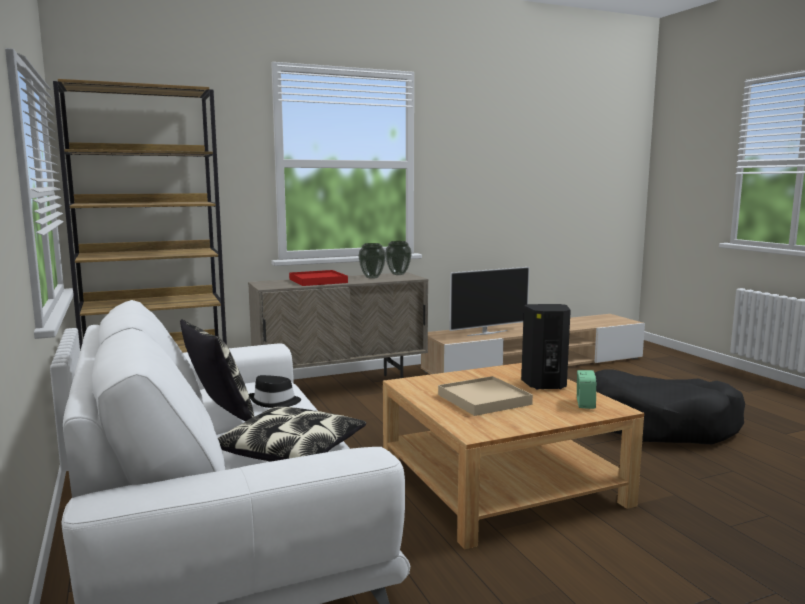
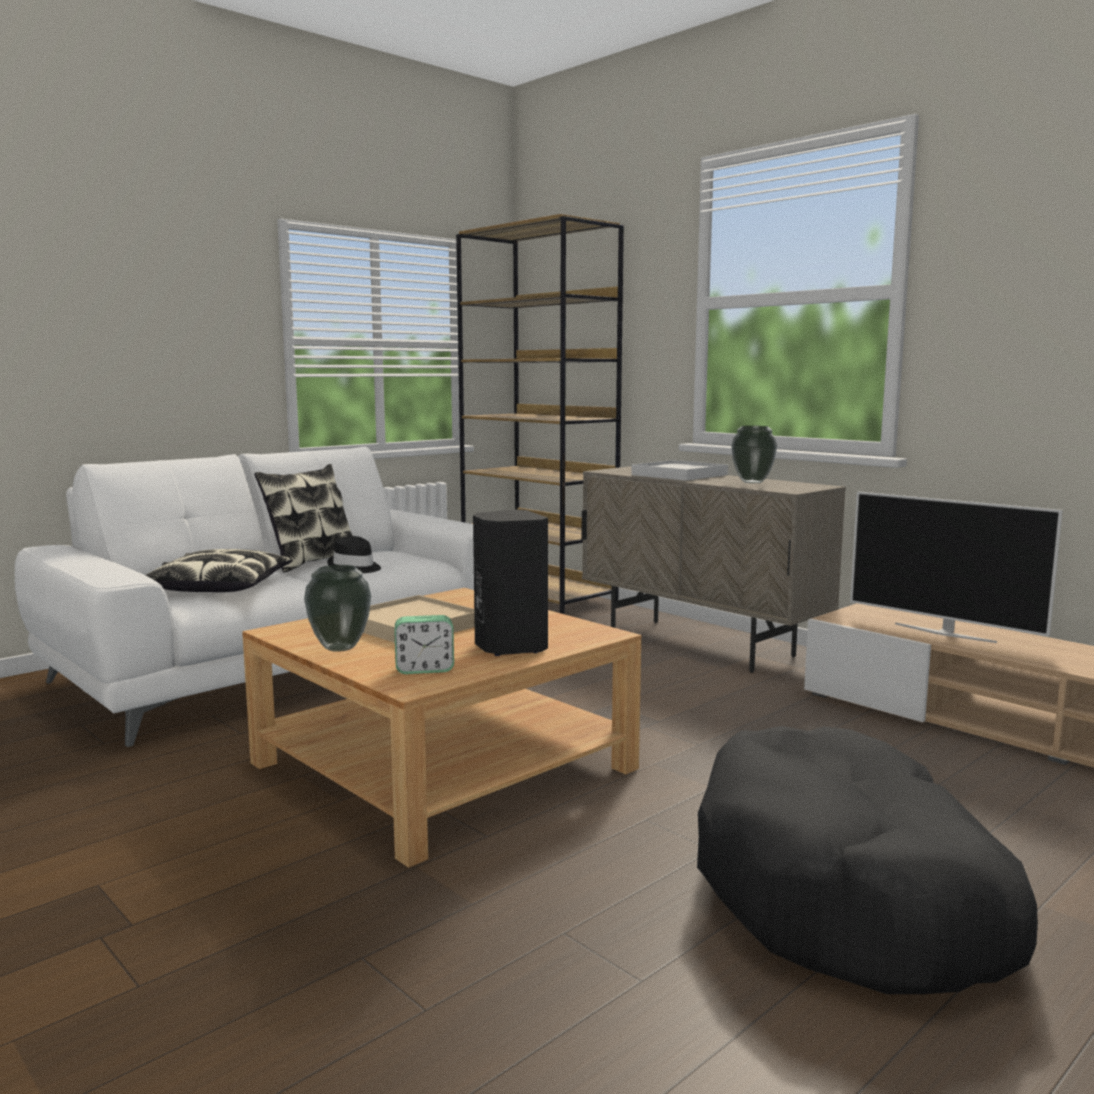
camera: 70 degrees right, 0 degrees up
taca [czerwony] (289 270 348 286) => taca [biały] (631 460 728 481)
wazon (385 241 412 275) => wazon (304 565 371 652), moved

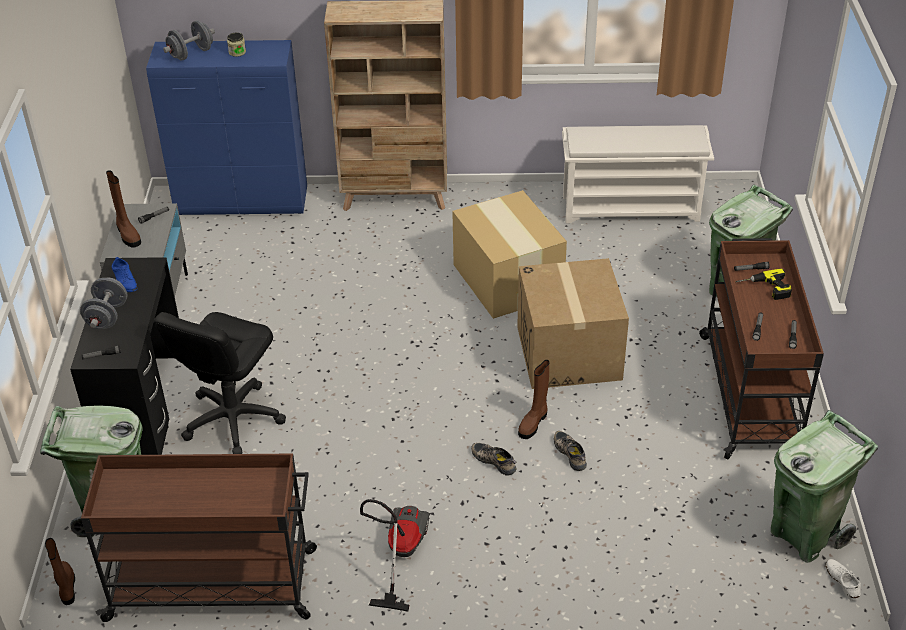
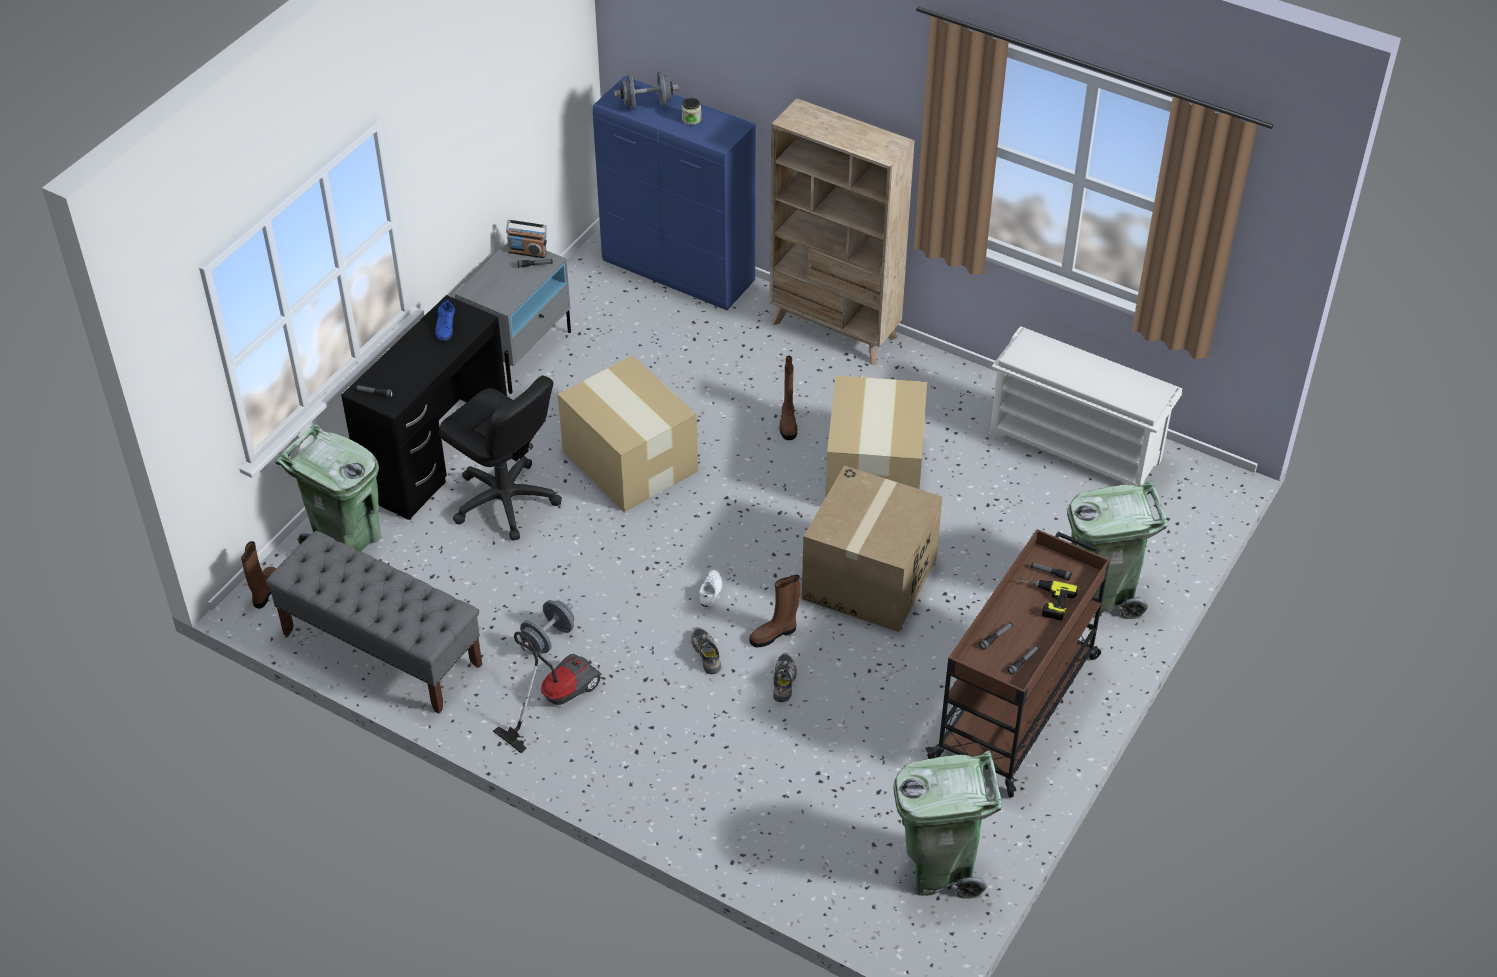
camera: 30 degrees right, 5 degrees up
hantel [szary] (80 278 128 329) => hantel [szary] (520 600 574 653), moved
wózek [brązowy] (81 454 317 622) => ławka [szary] (266 531 482 713)
but z cholewką [brązowy] (106 170 141 247) => but z cholewką [brązowy] (779 356 797 440), moved
krzesło biurowe [czarny] (154 312 286 454) => krzesło biurowe [czarny] (439 375 562 541), 105 degrees counterclockwise
but [biały] (825 559 861 601) => but [biały] (699 570 722 610), moved
nothing => radio (506 220 547 258)
nothing => karton (558 355 698 512)

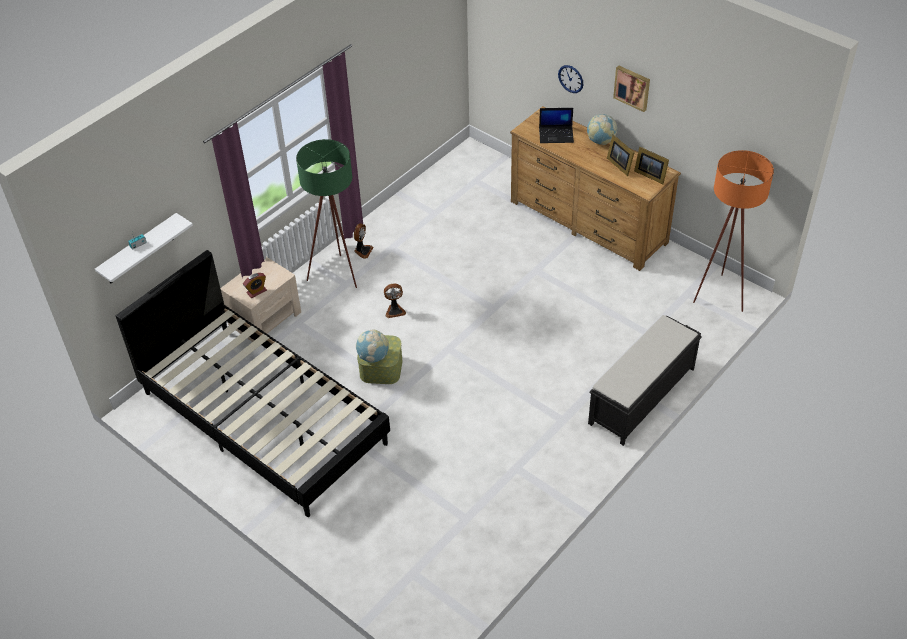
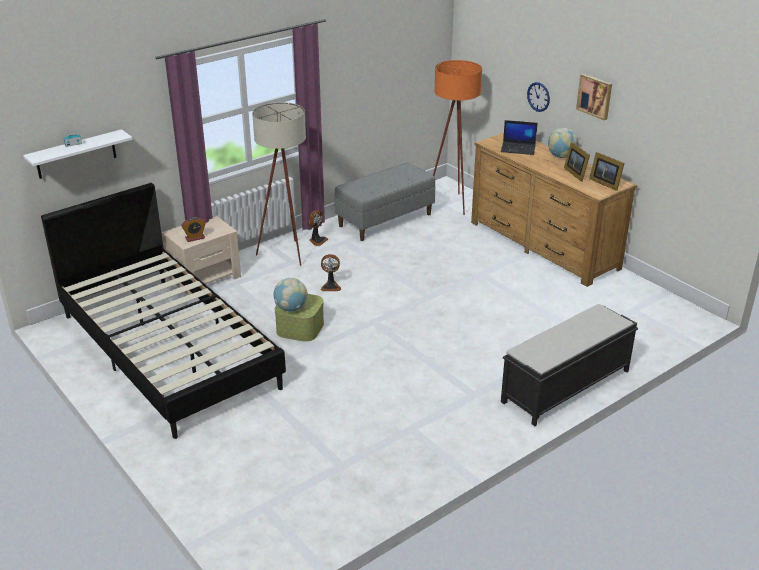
camera: 10 degrees right, 15 degrees down
lampa stojąca [zielony] (296 139 357 288) => lampa stojąca [beżowy] (252 102 306 266)
lampa stojąca [pomarańczowy] (693 150 774 312) => lampa stojąca [pomarańczowy] (433 60 482 215), moved
nothing => ławka [szary] (335 162 435 241)

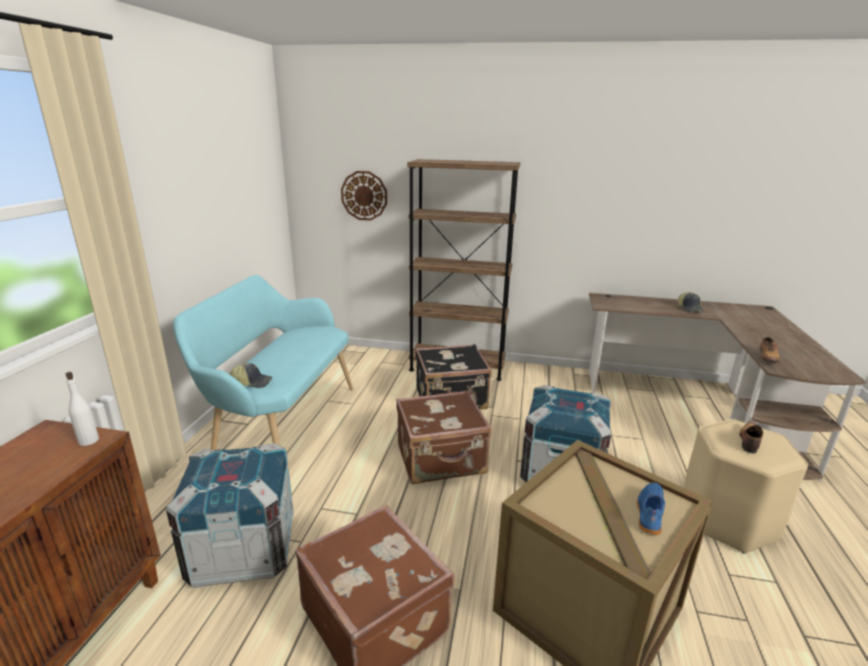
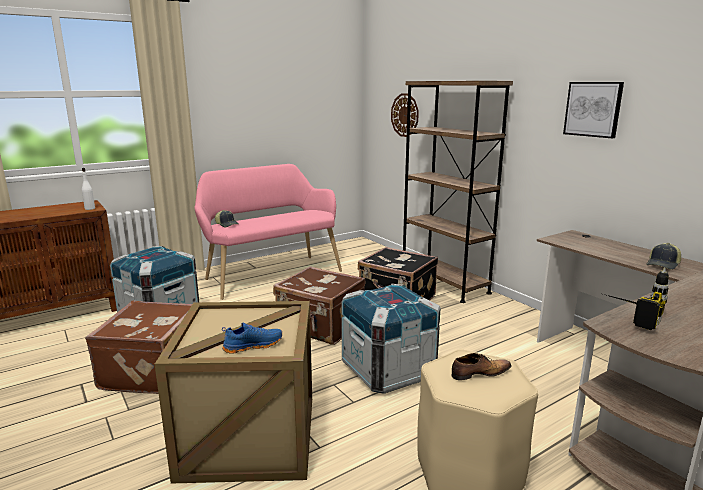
camera: 45 degrees right, 5 degrees down
ławka [turkusowy] (173 275 353 450) => ławka [różowy] (194 164 342 300)
but (760 337 780 364) => wiertarka (603 268 669 330)
nothing => obraz (563 82 624 139)

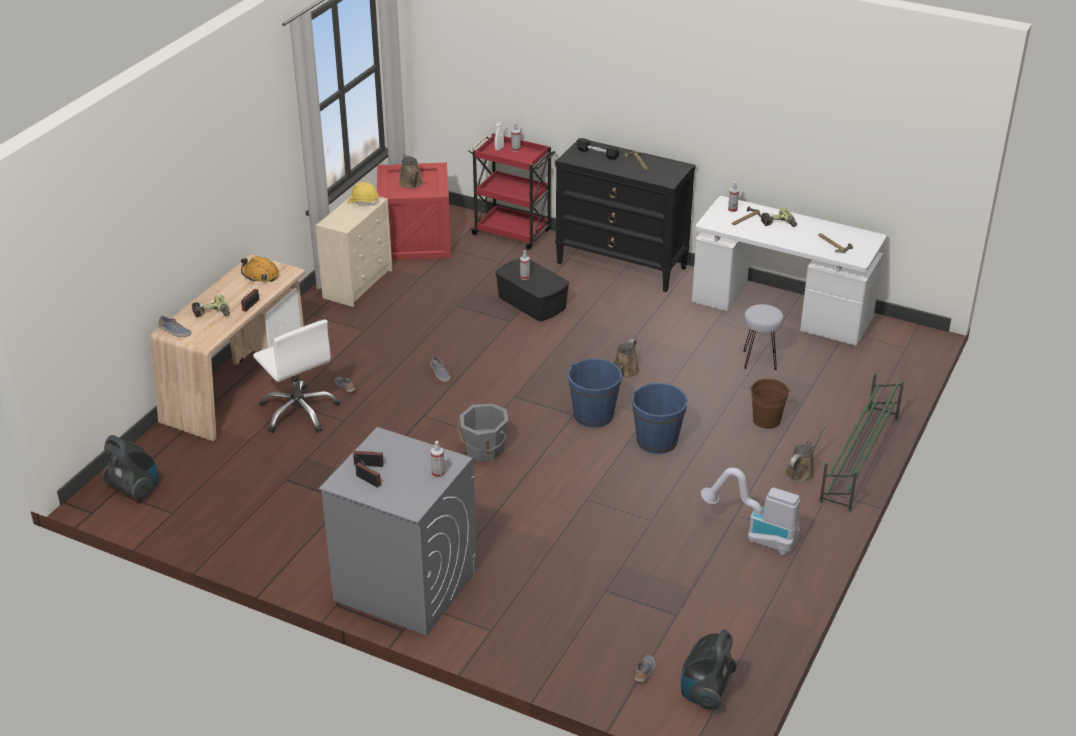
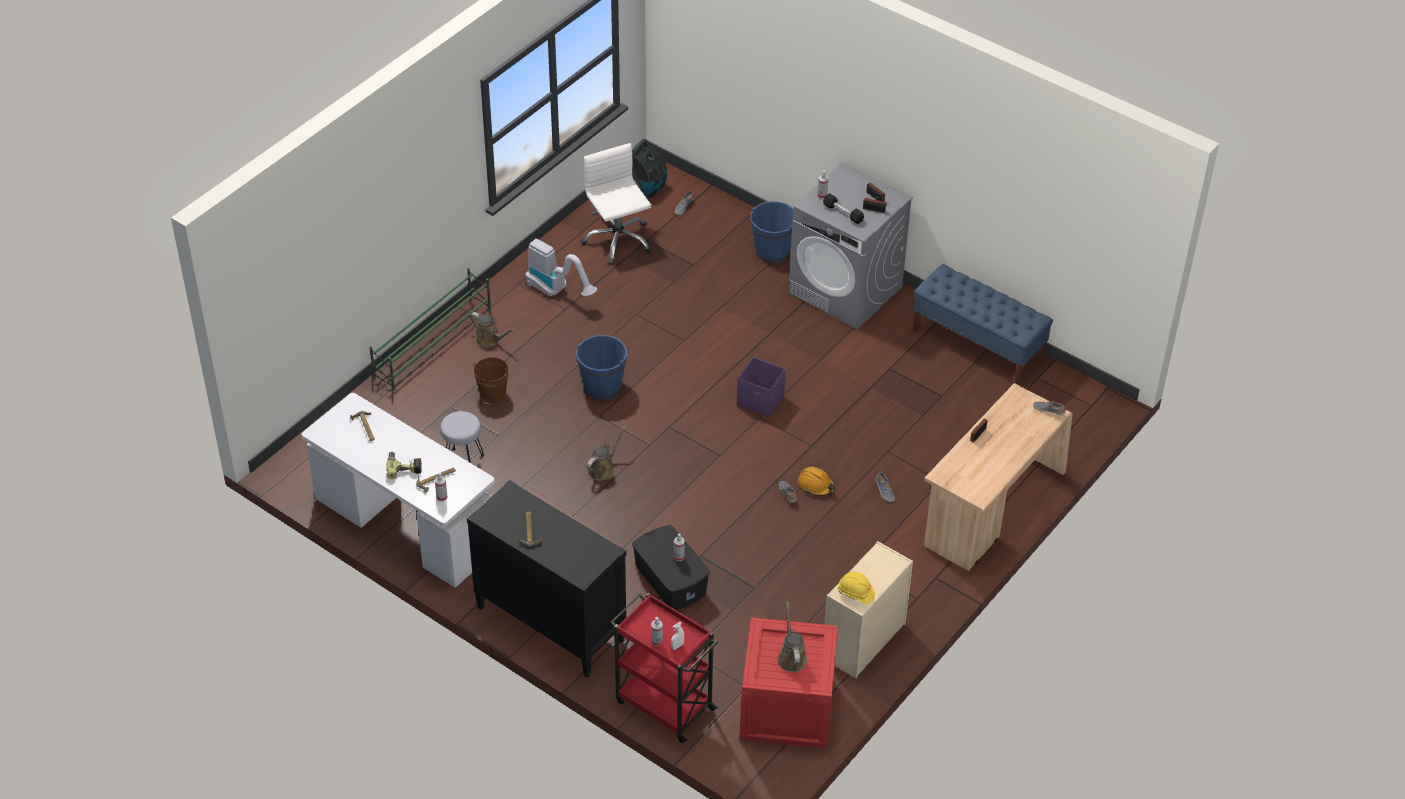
camera: 170 degrees left, 10 degrees up
odkurzacz (102 435 158 501) => nothing
wiertarka (192 295 230 317) => nothing
kask [pomarańczowy] (241 256 279 282) => kask [pomarańczowy] (798 466 835 496), moved
krzesło biurowe [biały] (253 320 340 433) => krzesło biurowe [biały] (581 143 652 265), moved
wiadro [szary] (458 404 508 461) => pojemnik do przechowywania [fioletowy] (737 357 786 417)
wiadro [niebieski] (568 358 622 428) => wiadro [niebieski] (750 201 793 263), moved
hantel [czarny] (577 138 619 160) => hantel [czarny] (823 193 864 224), moved
konewka [brązowy] (785 424 826 482) => konewka [brązowy] (470 312 515 347), 105 degrees counterclockwise
nothing => ławka [niebieski] (912 264 1053 386)

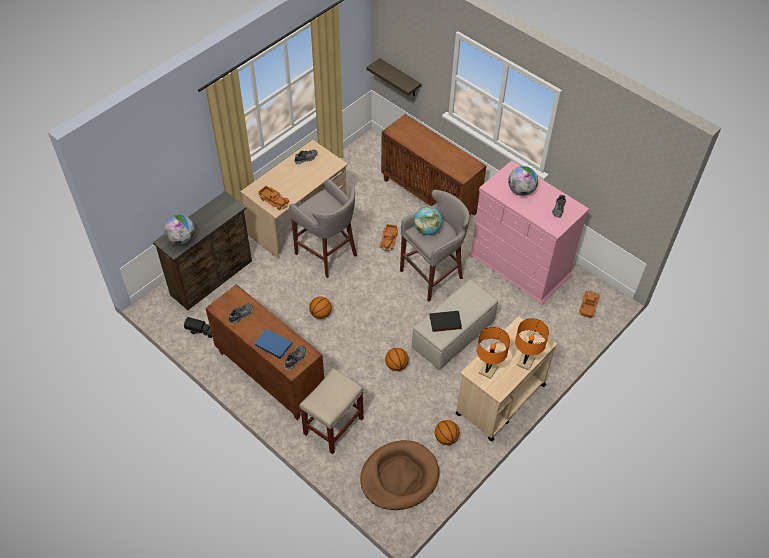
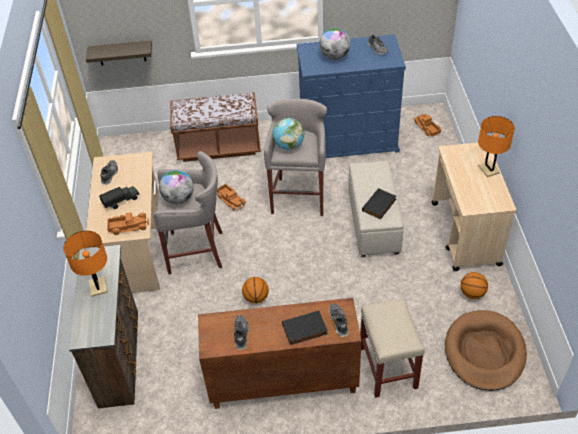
camera: 45 degrees left, 5 degrees down
globus (164 215 195 245) => globus (159 170 194 204), moved
ciężarówka zabawkowa (184 317 212 338) => ciężarówka zabawkowa (99 186 139 209), moved
książka [niebieski] (254 329 293 360) => książka [czarny] (282 311 328 345)
szafka [brązowy] (381 114 486 216) => ławka [brązowy] (170 92 261 162)
piłka do koszykówki (385 348 409 371) => nothing
komoda [różowy] (469 160 589 306) => komoda [niebieski] (297 34 406 158)
lampa stołowa [pomarańczowy] (477 327 510 379) => lampa stołowa [pomarańczowy] (63 231 108 296), moved

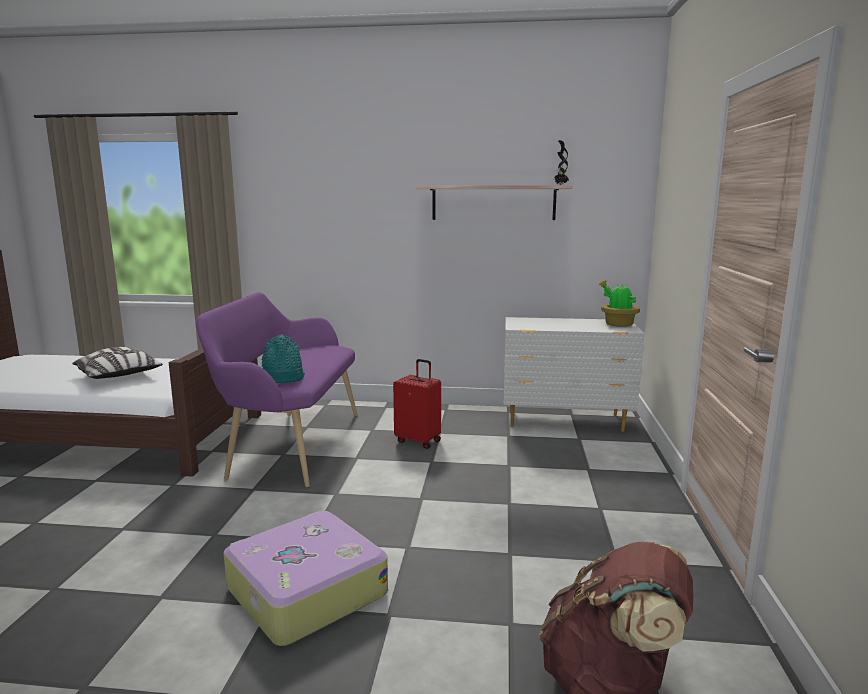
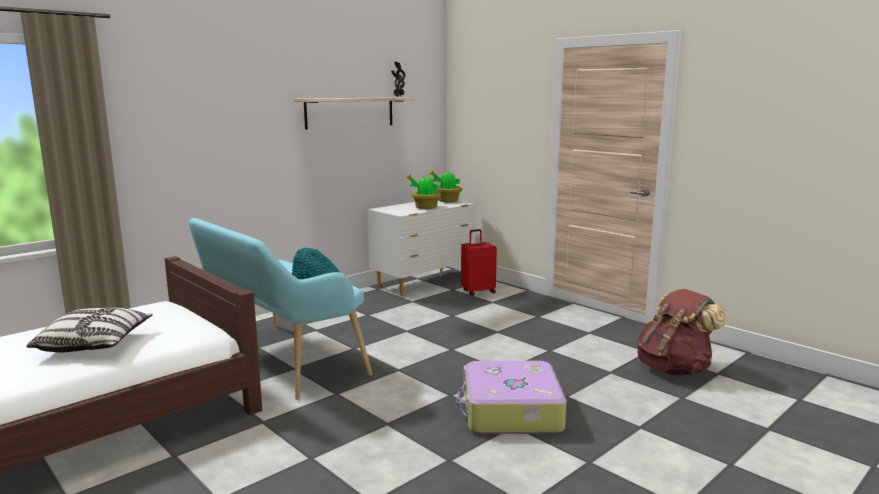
camera: 50 degrees left, 0 degrees up
ławka [fioletowy] (196 292 358 488) => ławka [turkusowy] (189 218 372 400)
walizka [czerwony] (393 359 441 449) => walizka [czerwony] (461 229 497 296), moved
nothing => roślina doniczkowa (406 174 441 209)

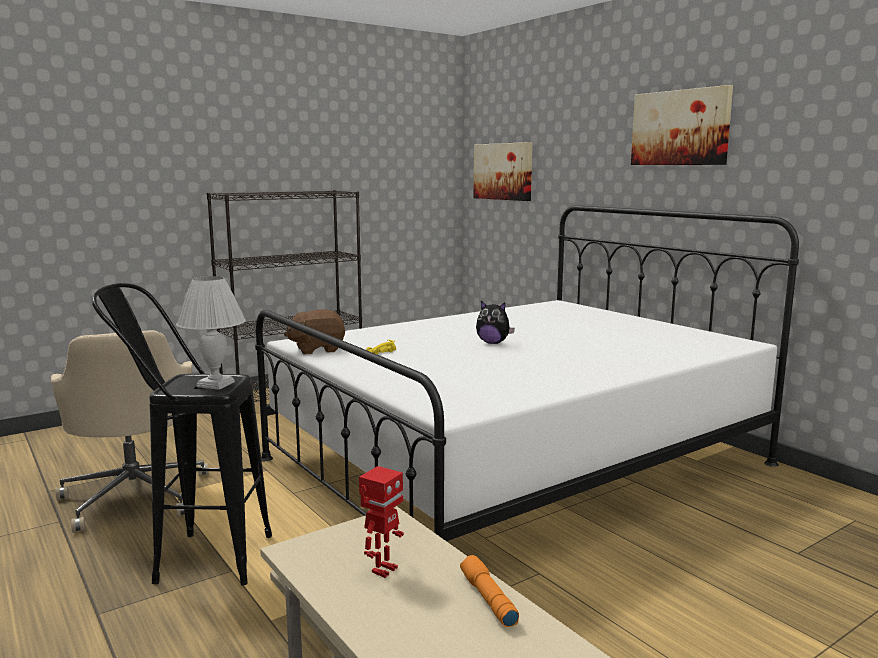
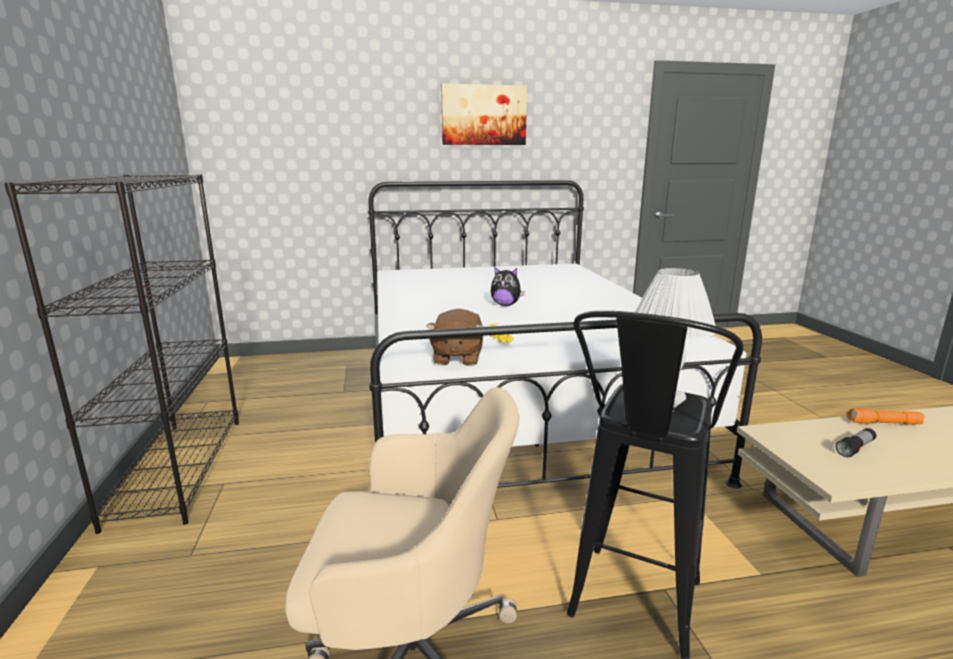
camera: 65 degrees left, 5 degrees up
robot zabawkowy (359 466 404 578) => latarka (835 428 876 457)
obraz (473 142 533 201) => nothing
pluszak (476 301 515 344) => pluszak (491 267 525 306), 60 degrees clockwise

